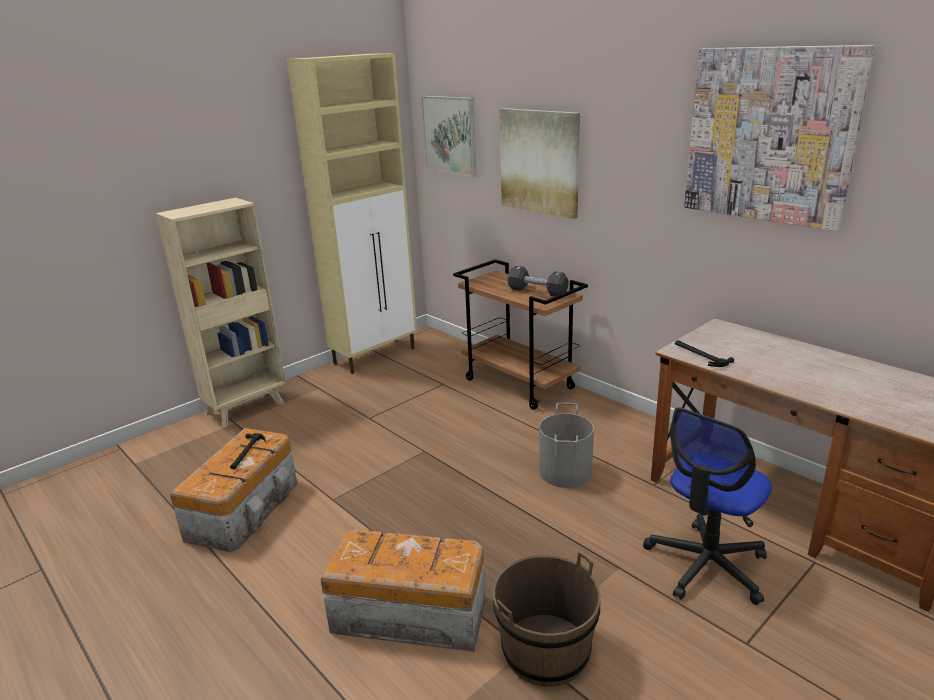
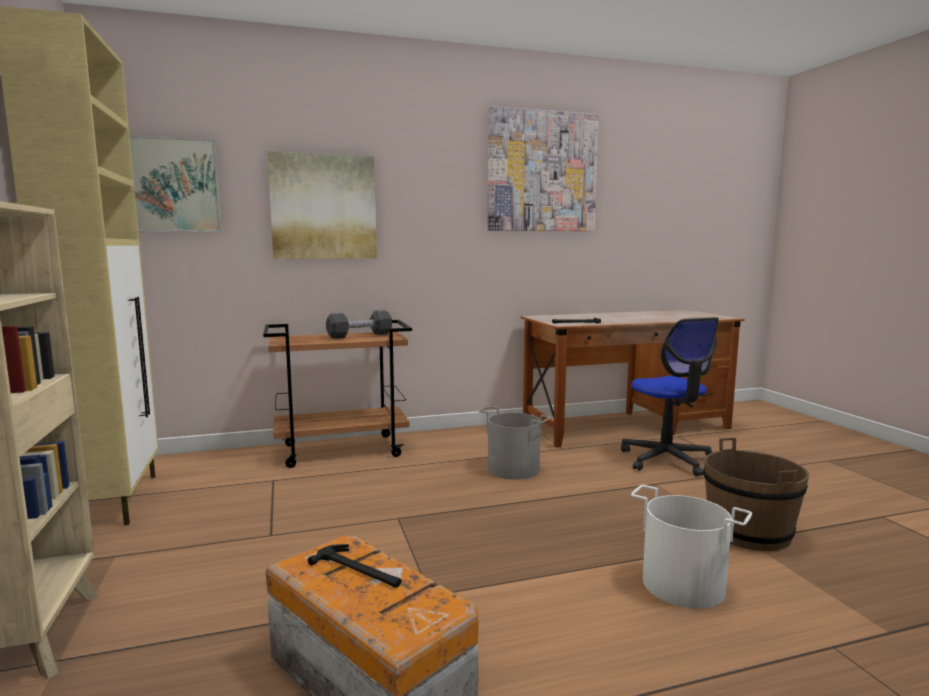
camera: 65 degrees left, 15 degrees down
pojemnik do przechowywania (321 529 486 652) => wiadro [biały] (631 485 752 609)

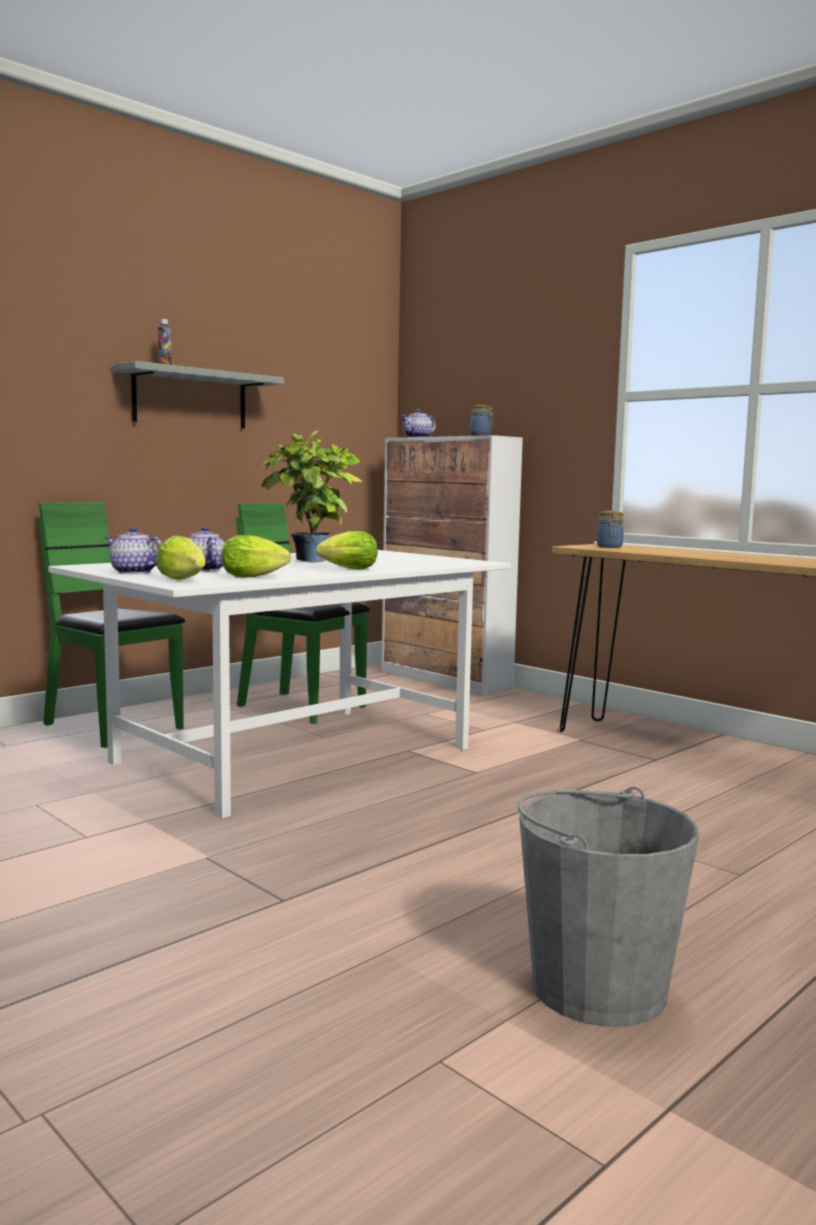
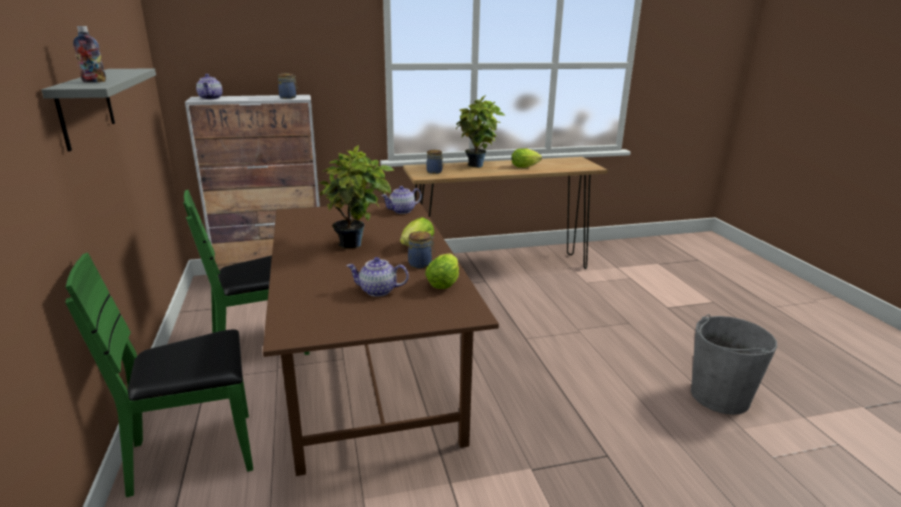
camera: 60 degrees left, 15 degrees up
stół jadalny [biały] (48 550 511 818) => stół jadalny [brązowy] (263 201 499 476)
imbryk (105 527 162 574) => imbryk (382 186 422 214), moved
sałata (157 536 205 580) => sałata (511 148 542 168), moved
nothing => słoik (408 231 435 268)
nothing => roślina doniczkowa (456 95 505 168)

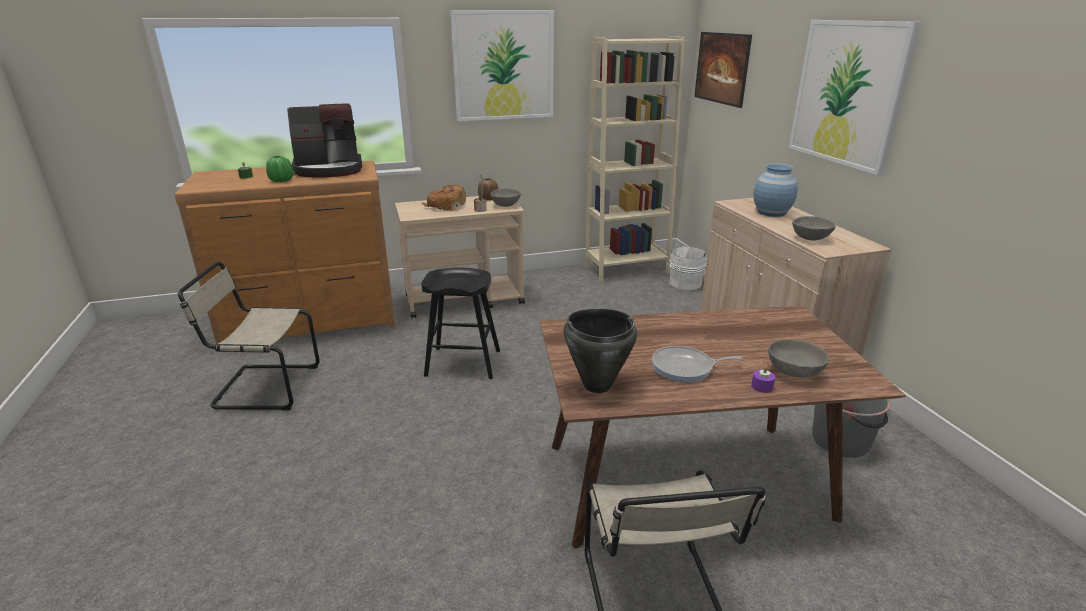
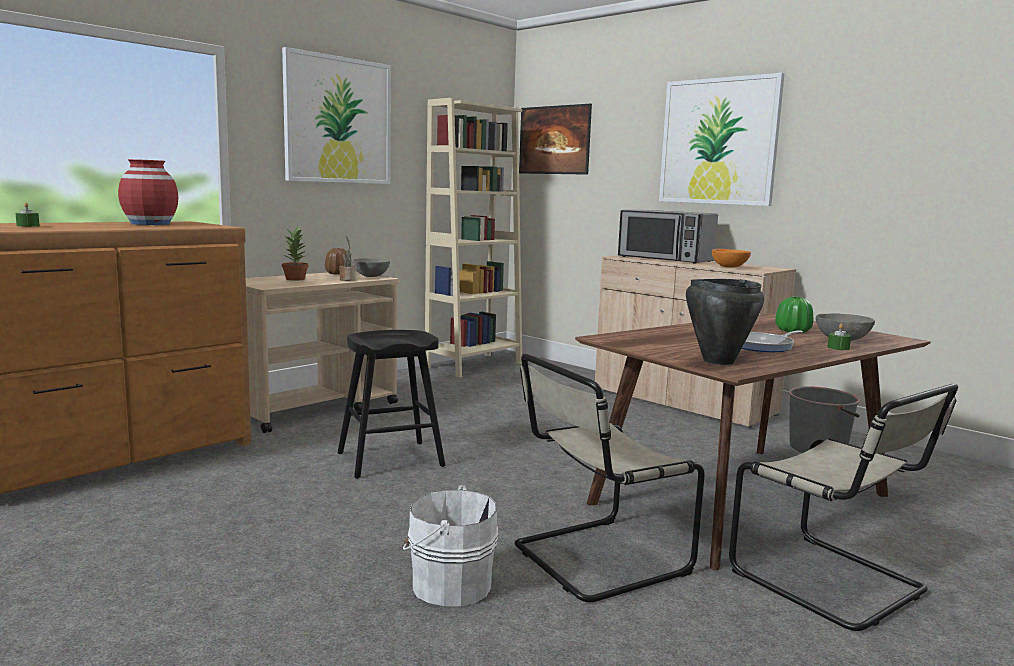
camera: 30 degrees left, 15 degrees down
krzesło [beżowy] (178 262 320 410) => krzesło [beżowy] (515 354 705 602), moved
wazon [zielony] (266 156 294 182) => wazon [zielony] (775 297 813 333), moved
ekspres do kawy (287 103 362 178) => wazon [czerwony] (118 159 178 225)
chleb (422 184 466 211) => roślina doniczkowa (282 227 308 280)
wiadro [biały] (666 245 707 290) => wiadro [biały] (403 485 498 606), moved
świeca [fioletowy] (751 365 775 393) => świeca [zielony] (827 324 851 350)
wazon [niebieski] (753 163 798 217) => mikrofalówka (618 210 718 264)
miska [szary] (792 216 836 241) => miska [pomarańczowy] (712 249 751 268)

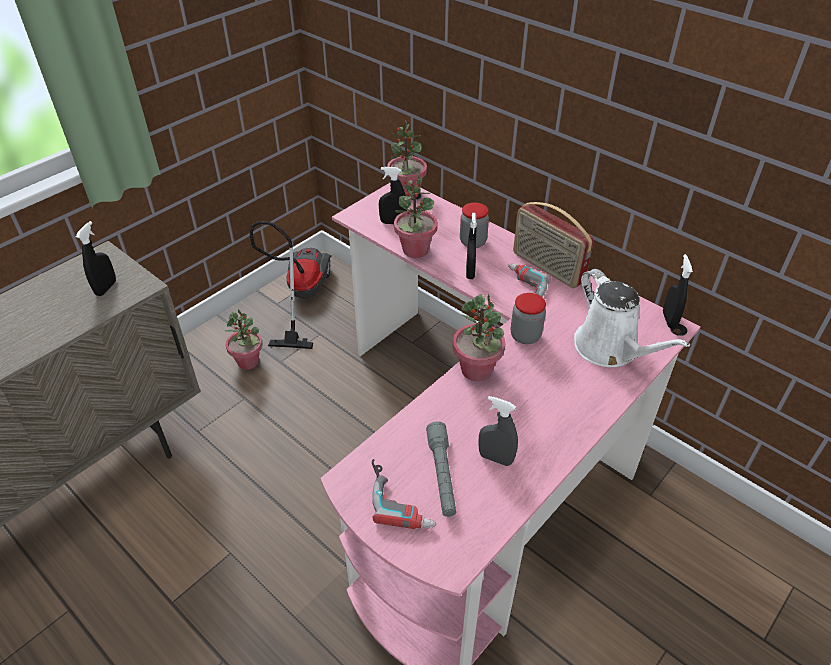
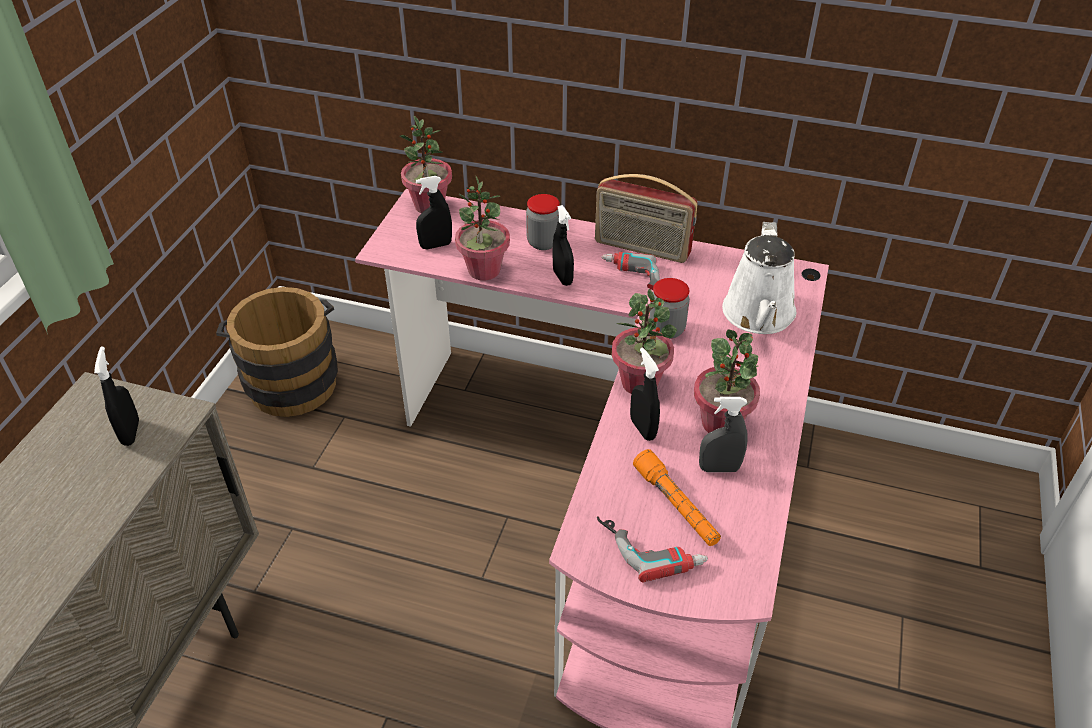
camera: 25 degrees left, 0 degrees up
roślina doniczkowa (225 309 263 370) => roślina doniczkowa (694 329 760 433), moved
odkurzacz (250 221 332 349) => wiadro [brązowy] (216 287 338 417)
latarka [szary] (426 422 456 517) => latarka [pomarańczowy] (633 449 721 546)
konewka [biały] (574 269 690 367) => konewka [biały] (722 222 796 334), 60 degrees clockwise
spryskiwacz [czarny] (663 254 693 329) => spryskiwacz [czarny] (630 347 660 441), moved

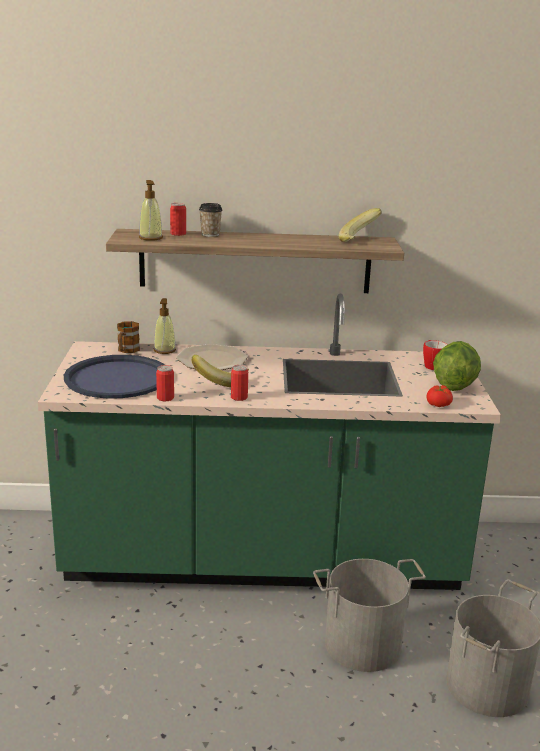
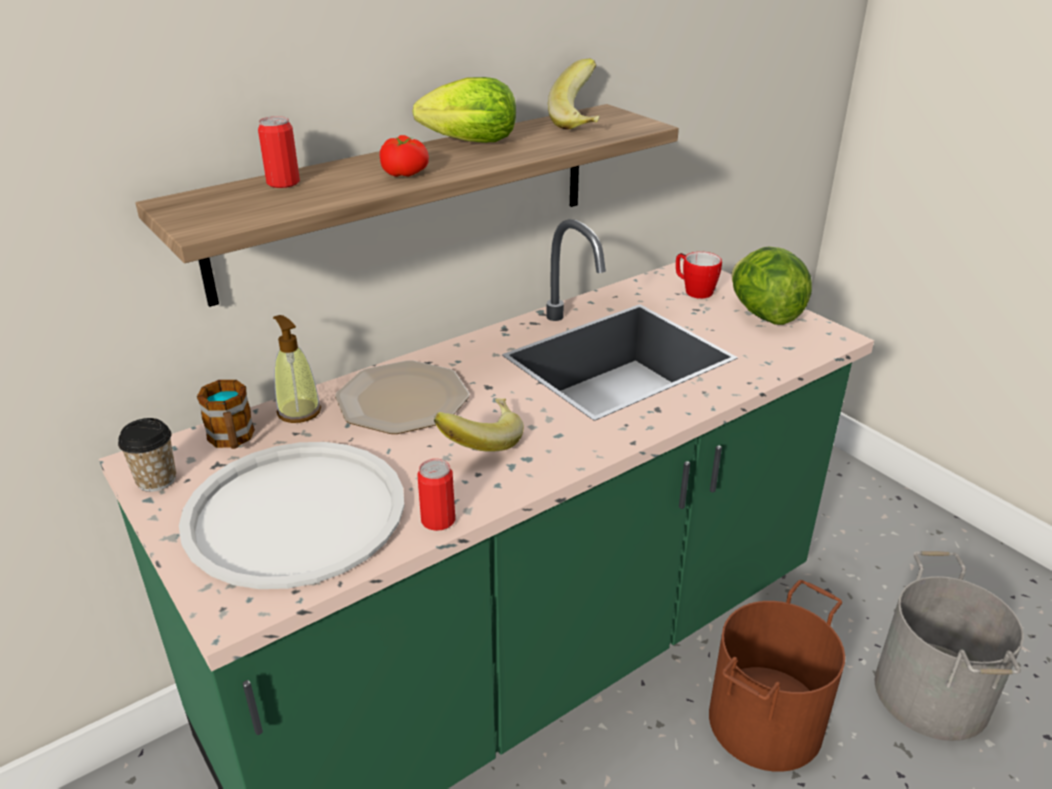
camera: 35 degrees left, 10 degrees up
taca [niebieski] (64 355 165 399) => taca [biały] (179 442 404 589)
dozownik mydła (139 180 163 241) => nothing
filiżanka (199 203 223 237) => filiżanka (118 418 176 492), moved
puszka (231 365 248 401) => nothing
wiadro [szary] (313 559 426 672) => wiadro [brązowy] (709 580 845 772)
pomidor (427 385 453 407) => pomidor (380 135 429 177), moved
nothing => sałata (412 77 516 143)

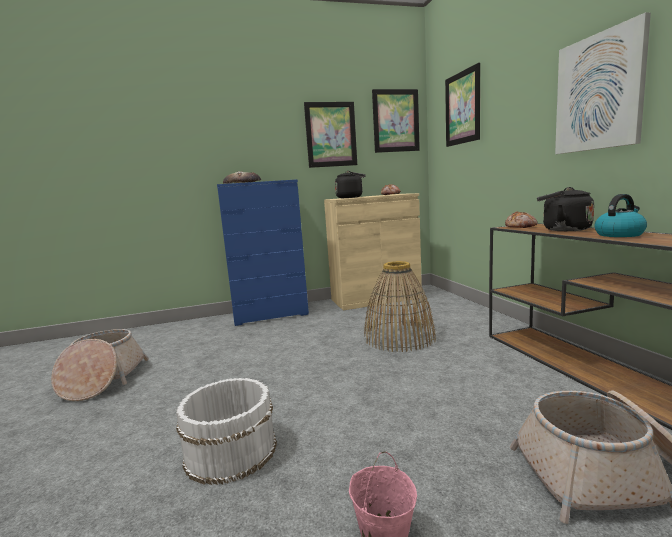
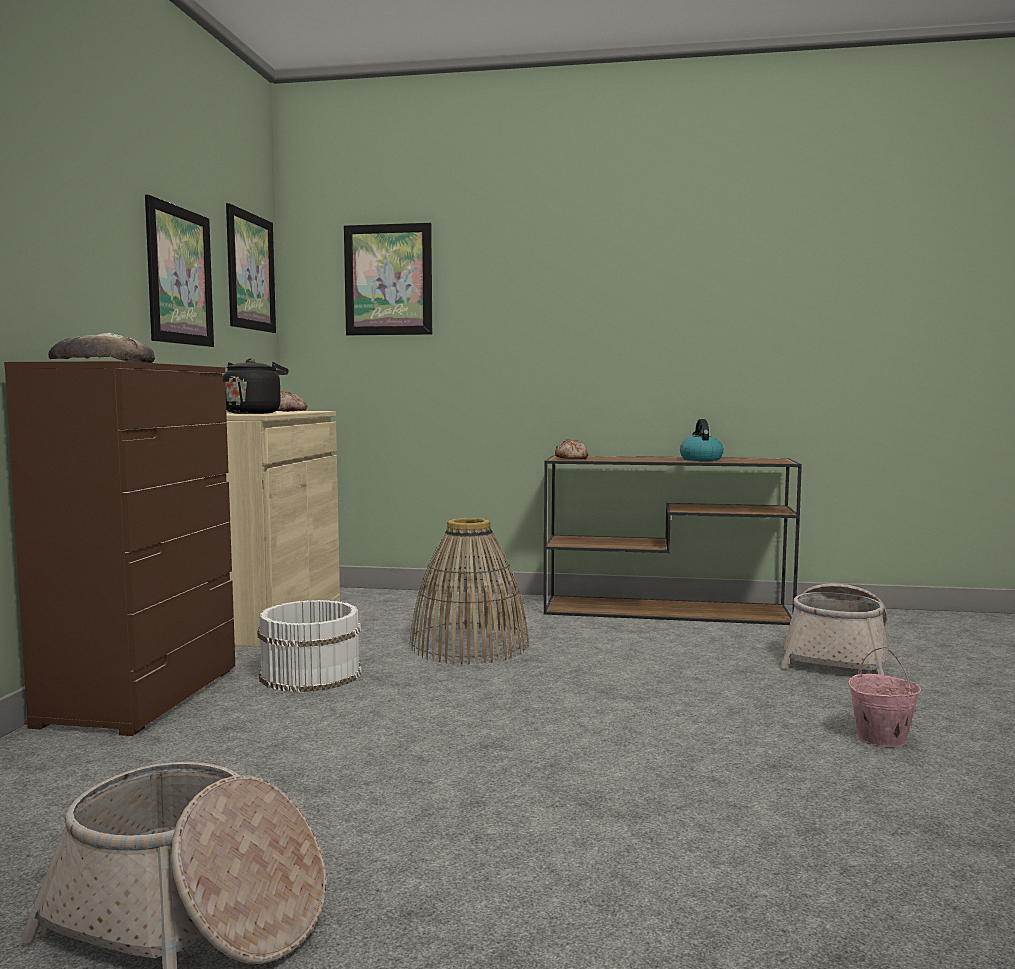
camera: 65 degrees left, 5 degrees down
wiadro [biały] (176 378 277 485) => wiadro [biały] (257 600 361 692), moved
komoda [niebieski] (217 179 309 326) => komoda [brązowy] (4 361 235 736)
czajnik [czarny] (537 187 594 231) => nothing
obraz (555 12 651 154) => nothing

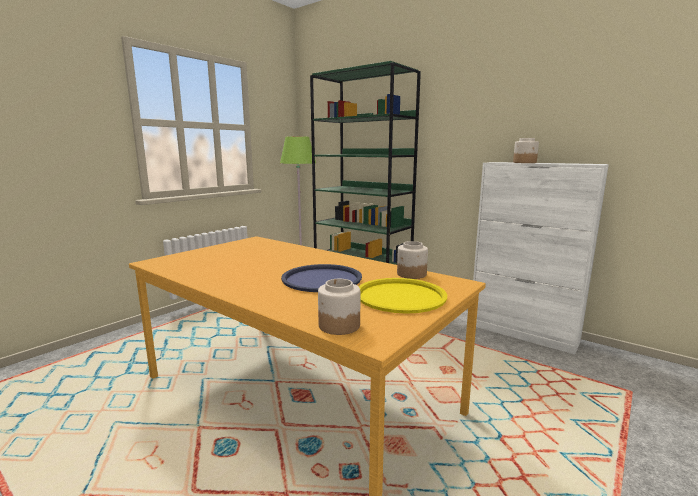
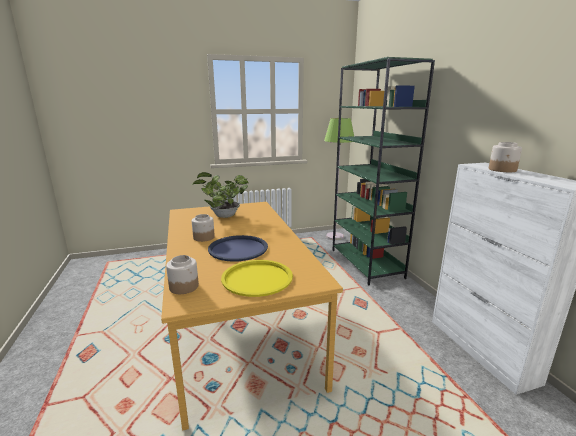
camera: 35 degrees right, 5 degrees up
słoik (397 241 428 279) => słoik (192 214 215 242), moved
nothing => roślina doniczkowa (191 172 248 218)

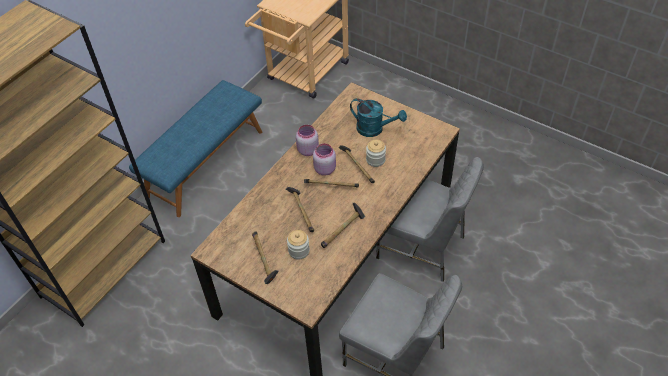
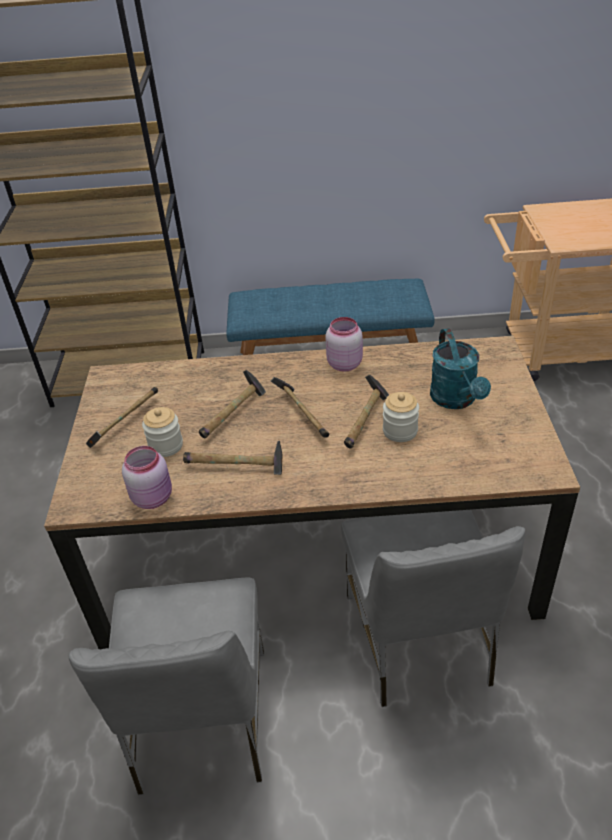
camera: 55 degrees right, 10 degrees down
słoik [różowy] (313 144 336 176) => słoik [różowy] (122 446 172 509), moved

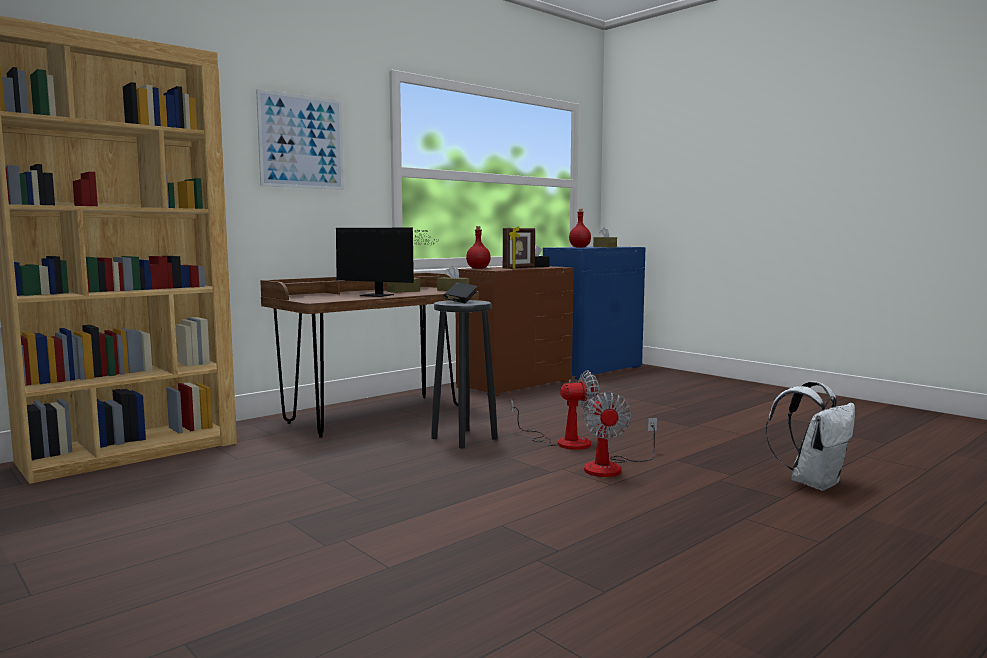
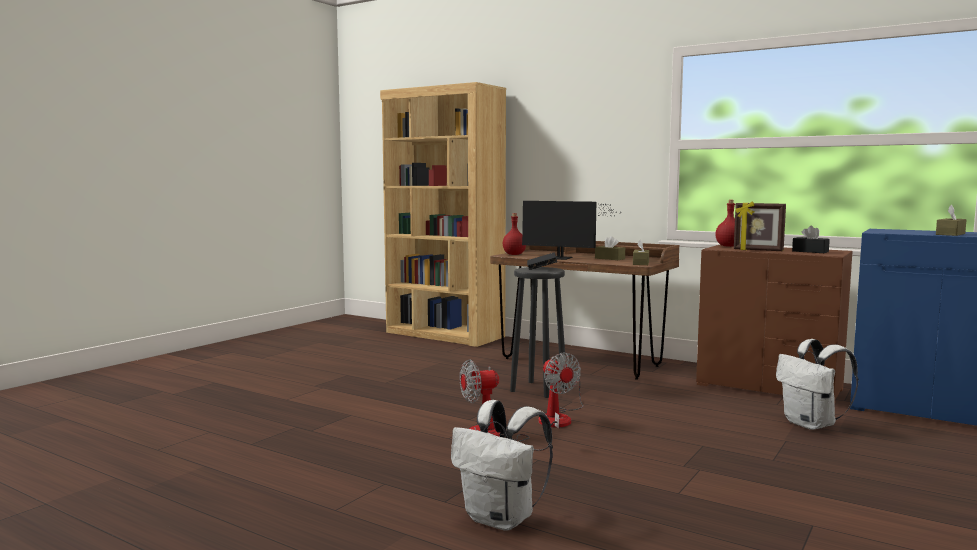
camera: 75 degrees right, 0 degrees up
obraz (256 89 344 190) => nothing
monitor (336 228 439 297) => monitor (522 201 622 260), 75 degrees counterclockwise
butelka [czerwony] (569 209 591 248) => butelka [czerwony] (503 213 526 255), moved
nothing => plecak [biały] (776 339 859 430)

